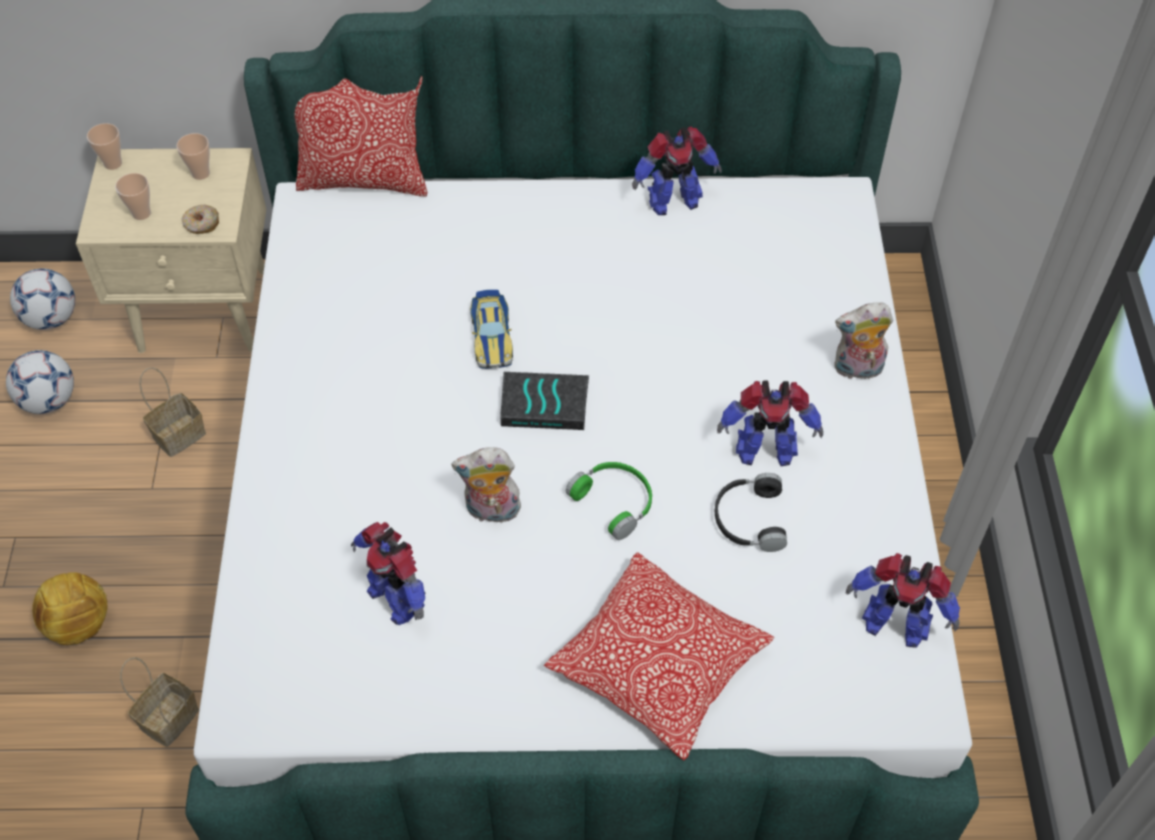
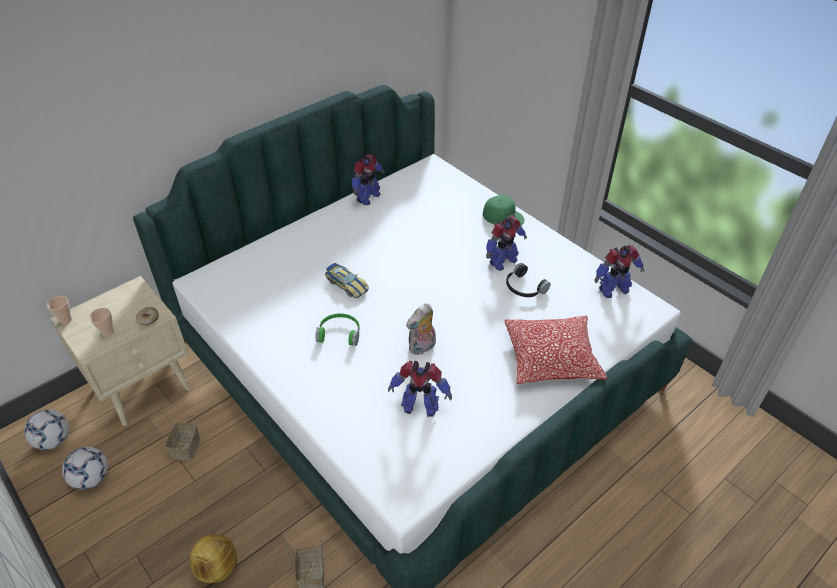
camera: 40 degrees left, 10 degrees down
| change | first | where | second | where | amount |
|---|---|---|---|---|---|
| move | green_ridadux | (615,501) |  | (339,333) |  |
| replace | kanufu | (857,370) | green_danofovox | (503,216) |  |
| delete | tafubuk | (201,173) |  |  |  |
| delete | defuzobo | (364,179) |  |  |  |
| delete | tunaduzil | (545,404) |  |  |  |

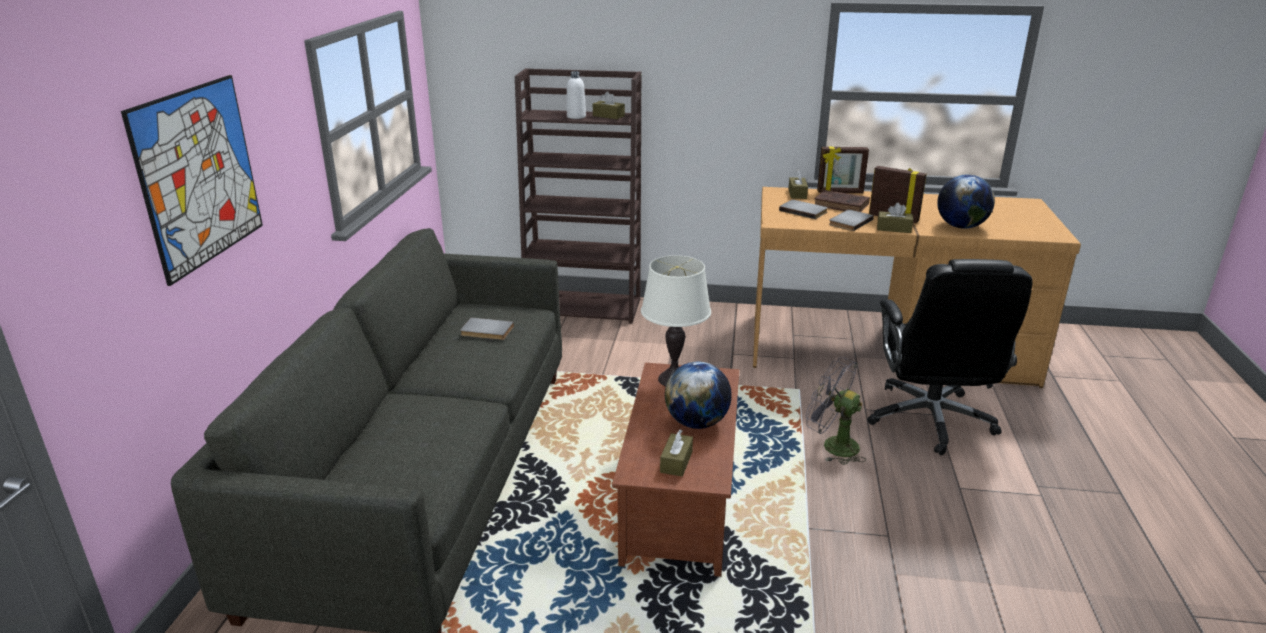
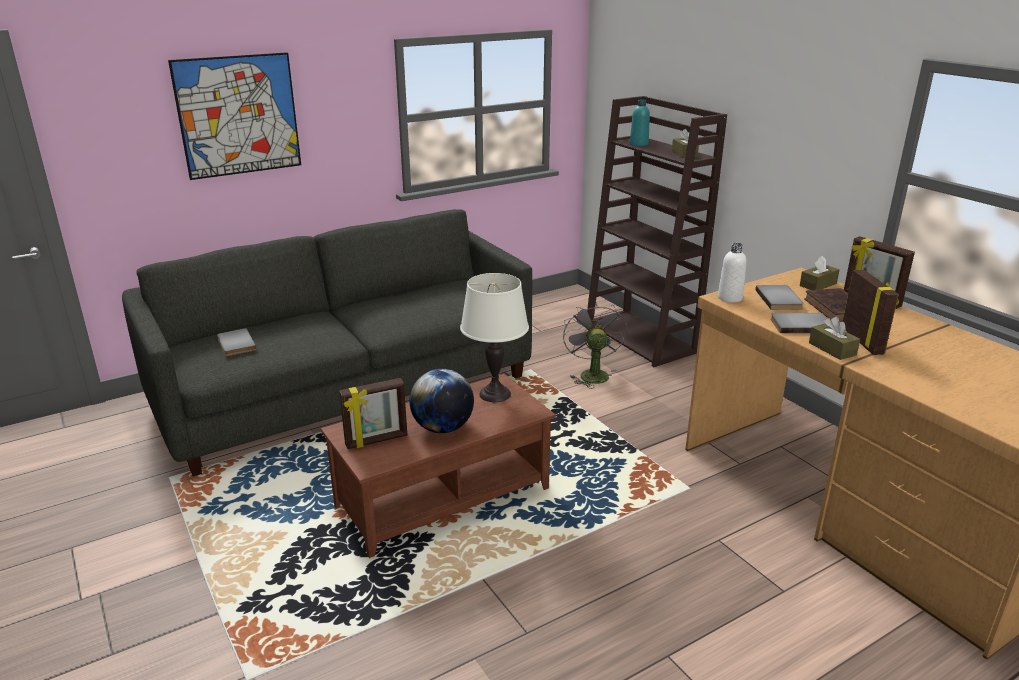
camera: 50 degrees right, 0 degrees up
| change | first | where | second | where | amount |
|---|---|---|---|---|---|
| move | grey_tunaduzil | (486,331) |  | (235,344) |  |
| replace | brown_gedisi | (676,462) | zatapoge | (376,441) |  |
| move | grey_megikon | (832,445) |  | (591,374) |  |
| insert |  |  | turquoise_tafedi | (639,144) |  |
| move | white_tafedi | (576,117) |  | (730,298) |  |
| delete | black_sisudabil | (931,420) |  |  |  |
| delete | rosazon | (961,226) |  |  |  |

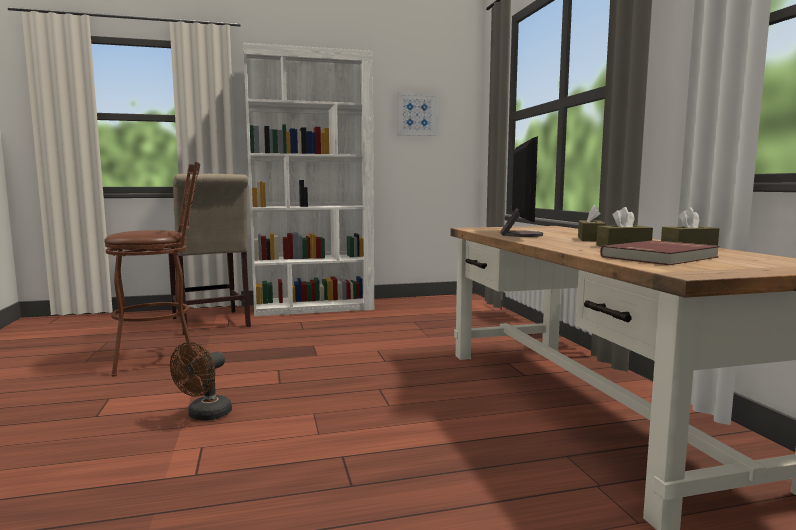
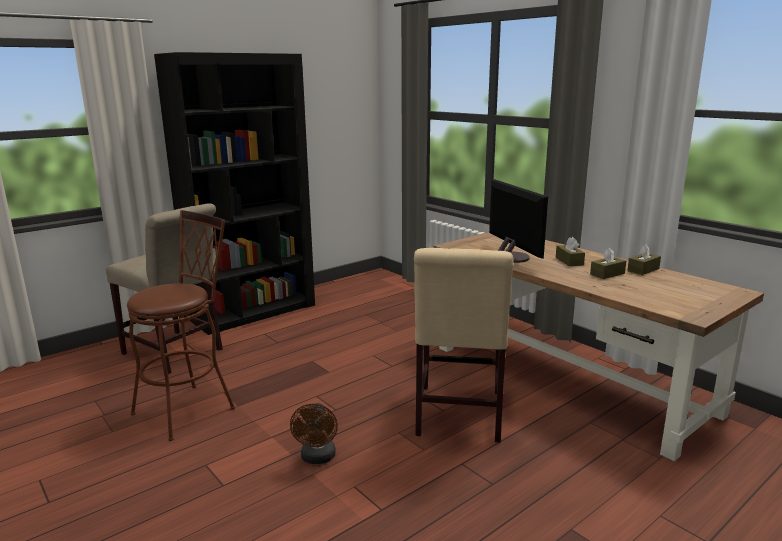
camera: 25 degrees left, 10 degrees up
| change | first | where | second | where | amount |
|---|---|---|---|---|---|
| recolor | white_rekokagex | (313,307) | black_rekokagex | (253,312) |  |
| insert |  |  | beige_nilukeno | (458,416) |  |
| delete | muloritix | (416,114) |  |  |  |
| delete | red_tunaduzil | (661,257) |  |  |  |

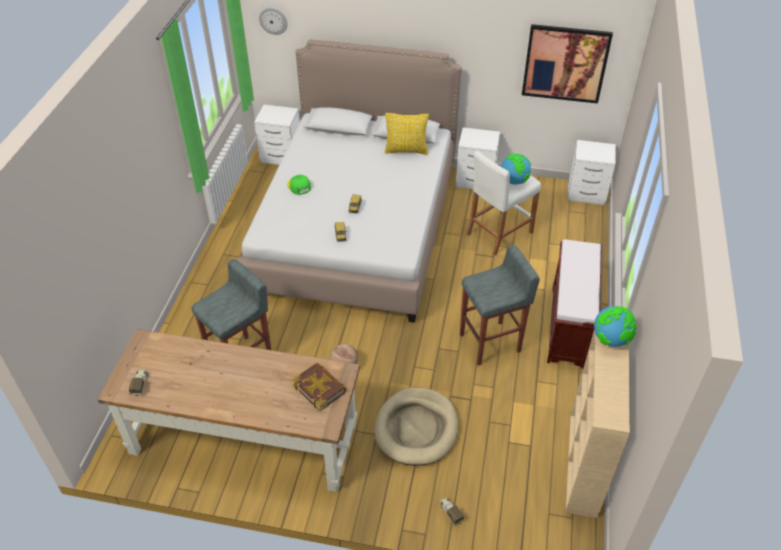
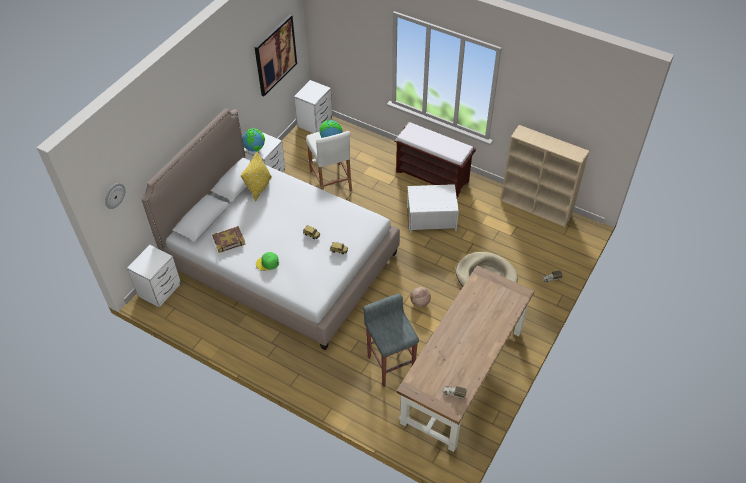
camera: 70 degrees left, 5 degrees up
| change | first | where | second | where | amount |
|---|---|---|---|---|---|
| move | tunaduzil | (319,388) |  | (229,240) |  |
| move | rosazon | (611,340) |  | (255,148) |  |
| replace | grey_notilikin | (491,343) | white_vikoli | (431,218) |  |

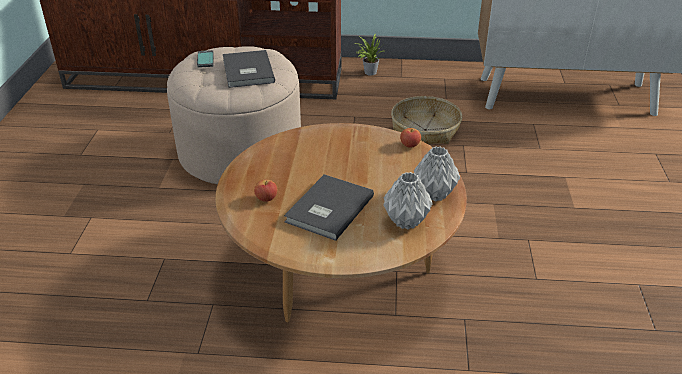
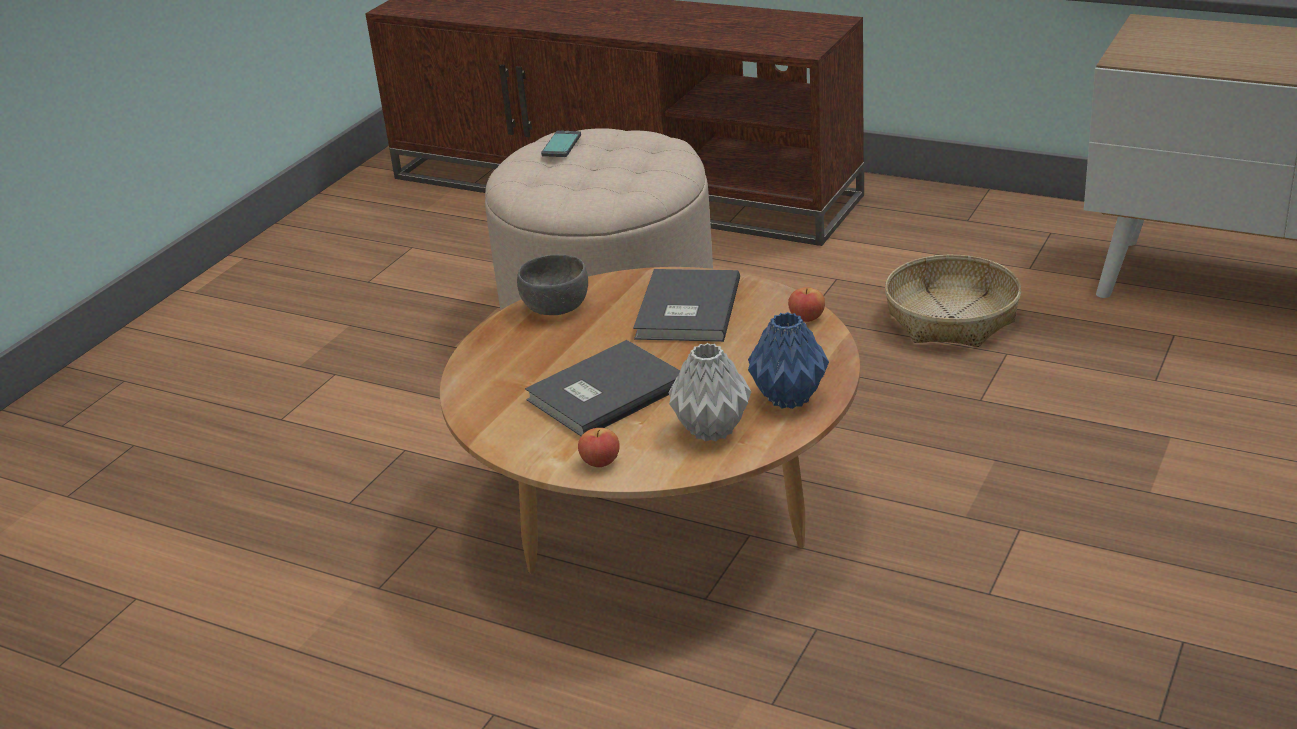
camera: 25 degrees right, 5 degrees down
| change | first | where | second | where | amount |
|---|---|---|---|---|---|
| insert |  |  | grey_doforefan | (556,307) |  |
| move | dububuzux | (266,198) |  | (600,462) |  |
| move | grey_tunaduzil | (246,71) |  | (684,310) |  |
| recolor | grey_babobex | (435,194) | blue_babobex | (790,398) |  |
| delete | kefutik | (368,72) |  |  |  |

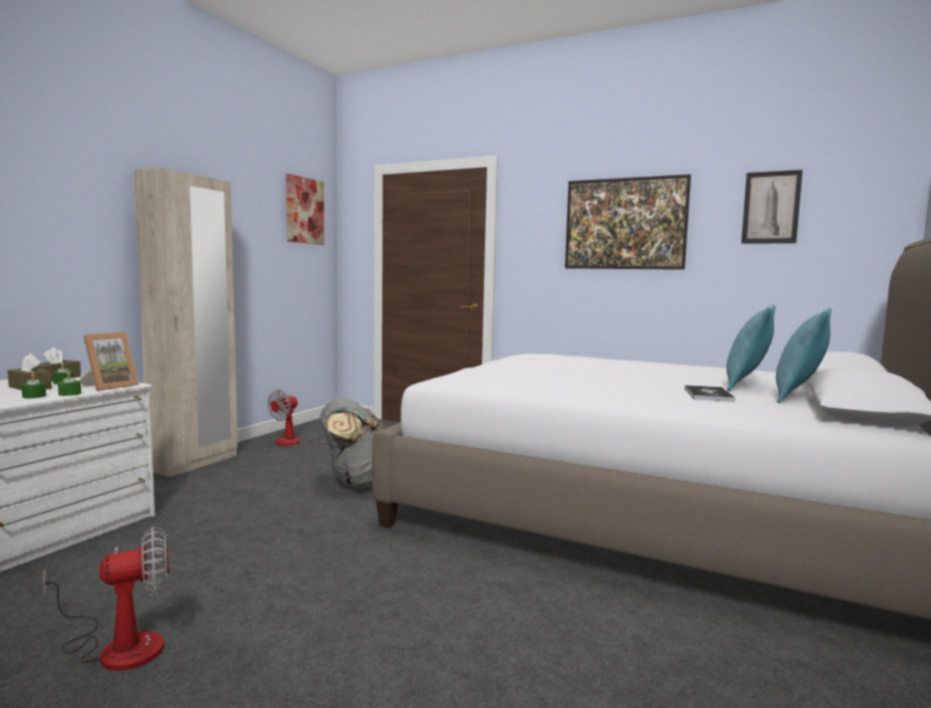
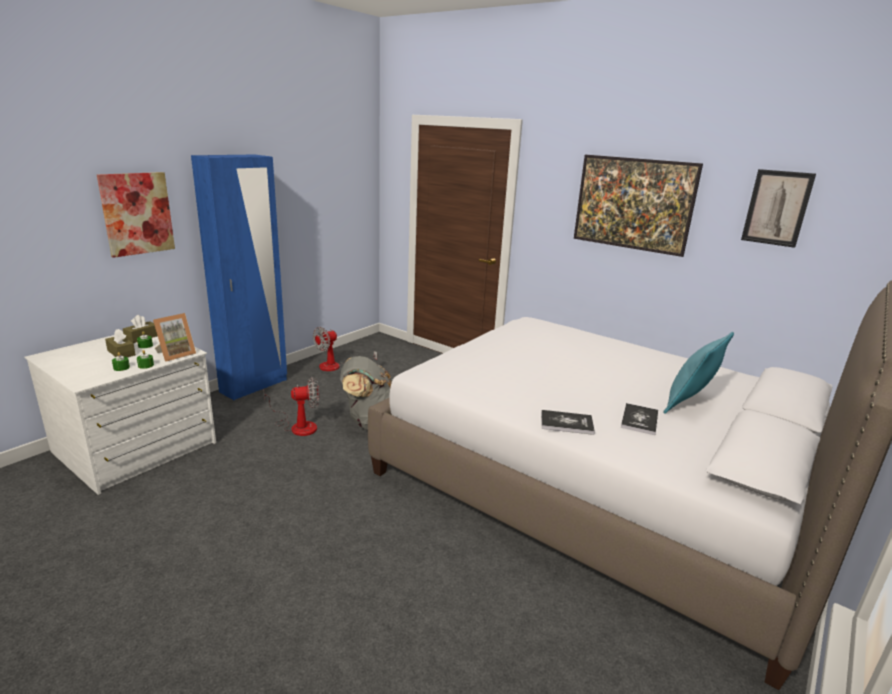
camera: 10 degrees right, 15 degrees up
| change | first | where | second | where | amount |
|---|---|---|---|---|---|
| move | muloritix | (304,210) |  | (137,213) |  |
| recolor | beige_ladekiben | (195,463) | blue_ladekiben | (254,386) |  |
| move | megikon | (118,646) |  | (297,426) |  |
| insert |  |  | tunaduzil | (566,423) |  |
| delete | turquoise_defuzobo | (798,397) |  |  |  |

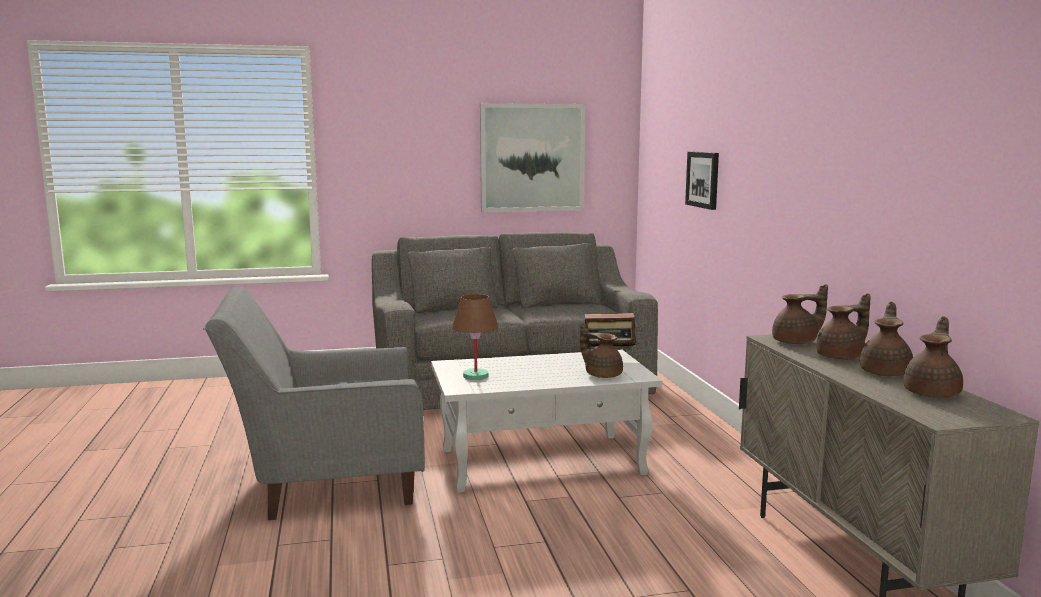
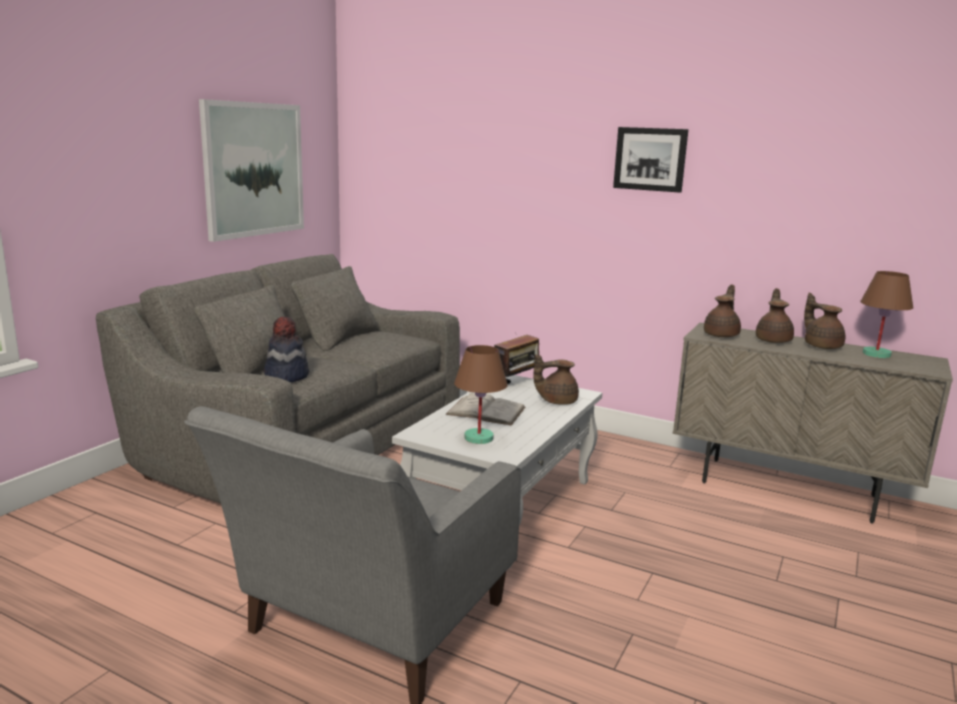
camera: 50 degrees left, 5 degrees up
| change | first | where | second | where | amount |
|---|---|---|---|---|---|
| insert |  |  | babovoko | (286,376) |  |
| insert |  |  | white_tunaduzil | (486,411) |  |
| move | muloritix | (703,179) |  | (650,159) |  |
| replace | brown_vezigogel | (932,393) | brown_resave | (877,354) |  |

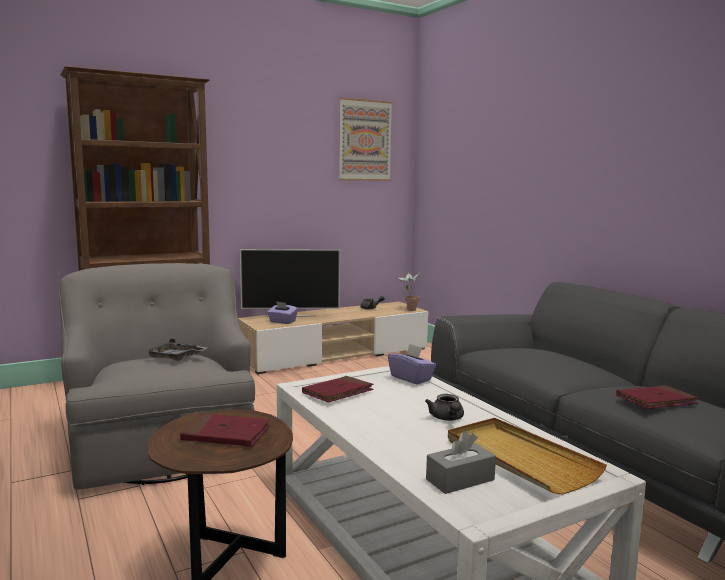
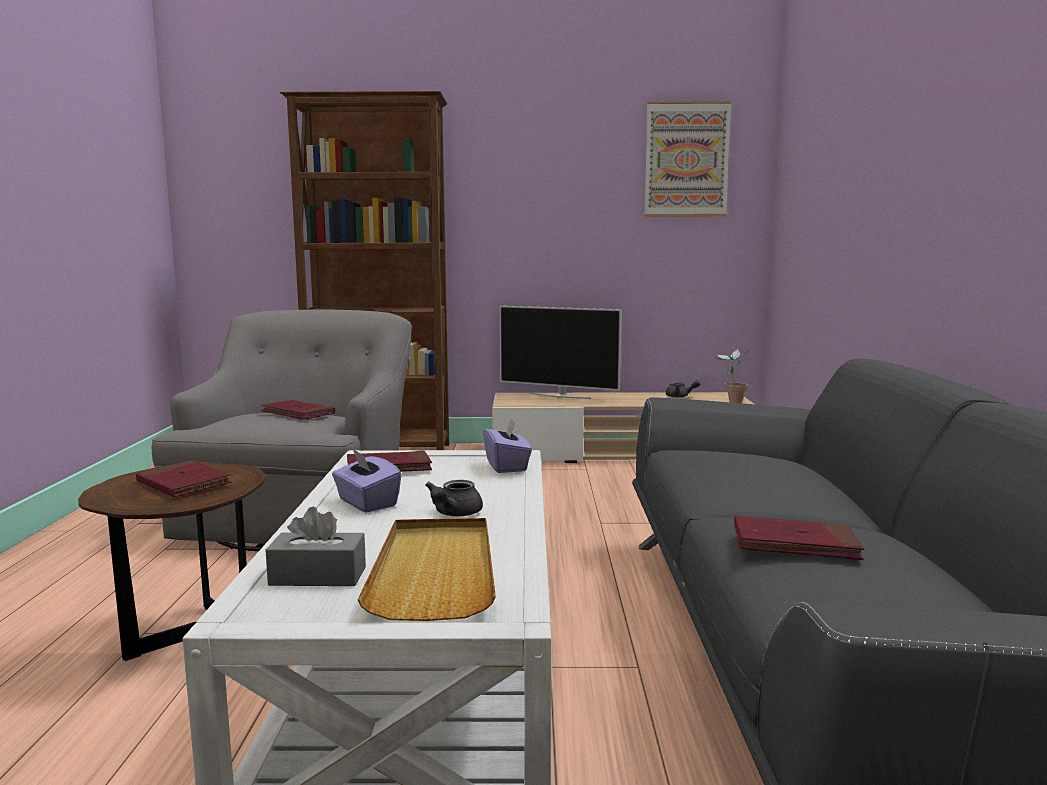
camera: 30 degrees right, 0 degrees up
| change | first | where | second | where | amount |
|---|---|---|---|---|---|
| replace | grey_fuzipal | (176,358) | red_tunaduzil | (298,413) |  |
| move | purple_gedisi | (282,322) |  | (366,503) |  |

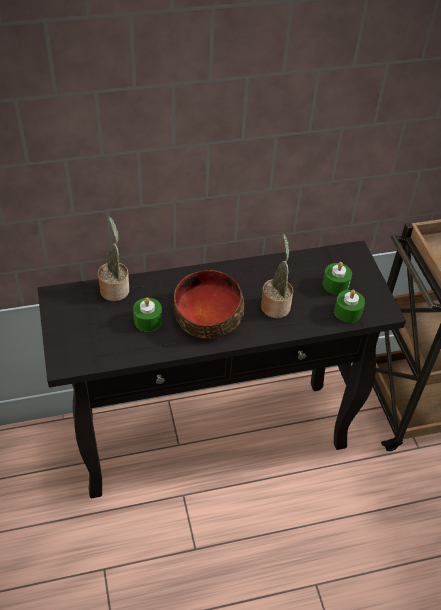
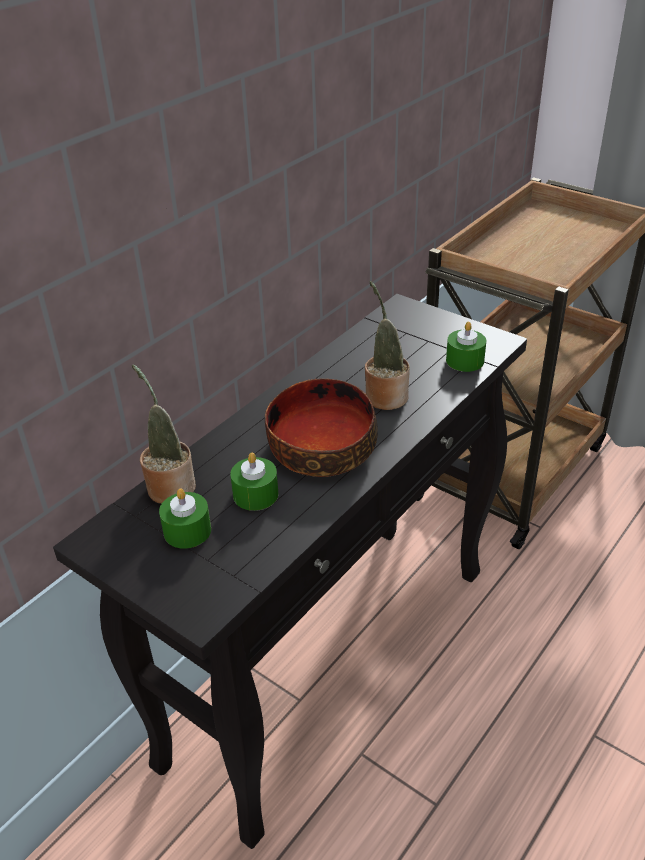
camera: 35 degrees left, 10 degrees down
| change | first | where | second | where | amount |
|---|---|---|---|---|---|
| move | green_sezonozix | (335,284) |  | (187,531) |  |

